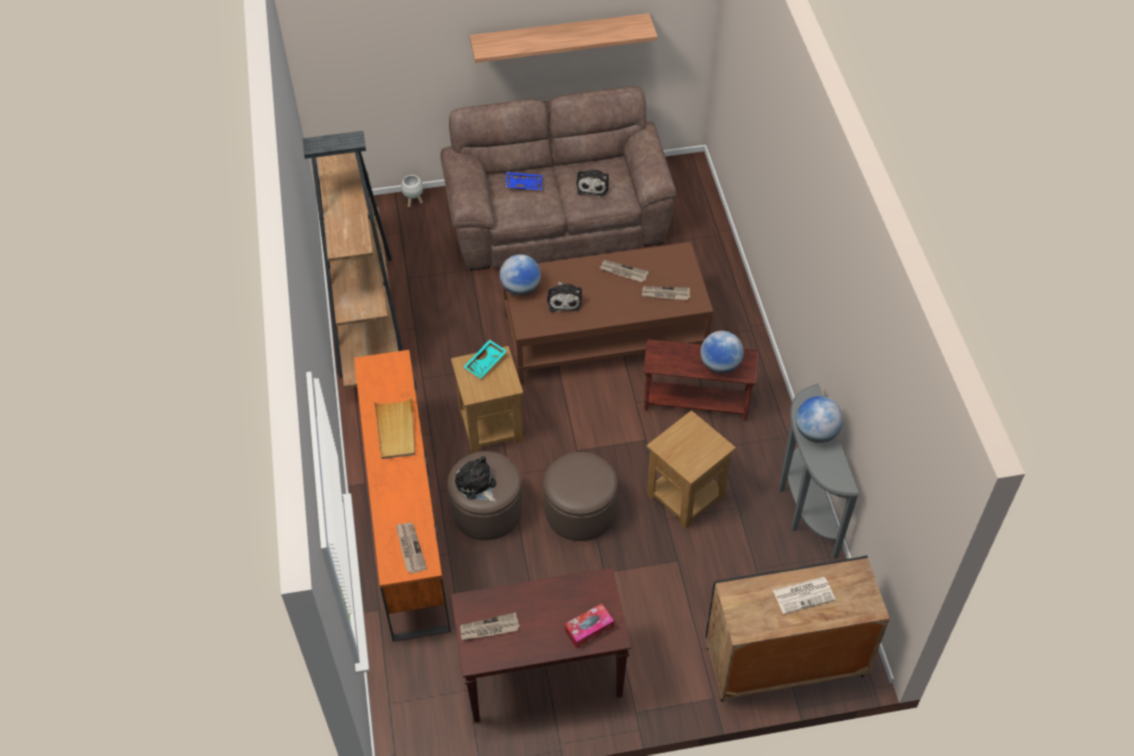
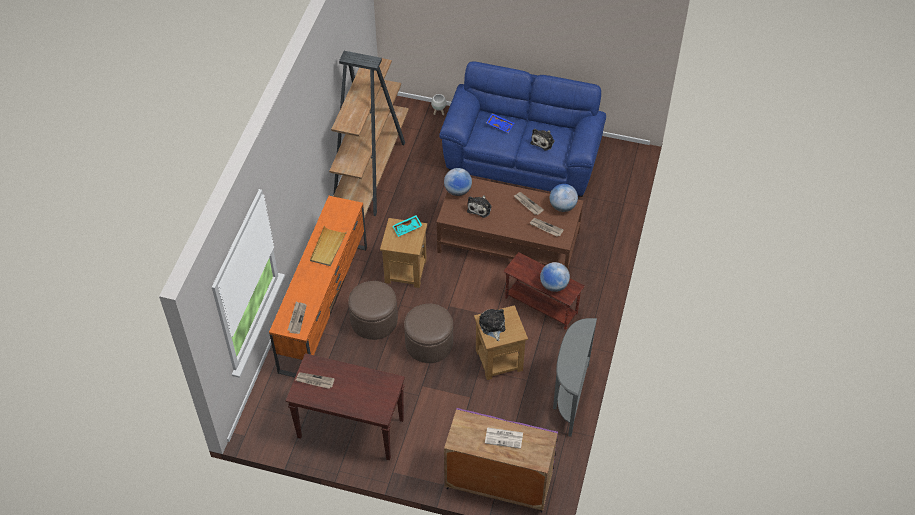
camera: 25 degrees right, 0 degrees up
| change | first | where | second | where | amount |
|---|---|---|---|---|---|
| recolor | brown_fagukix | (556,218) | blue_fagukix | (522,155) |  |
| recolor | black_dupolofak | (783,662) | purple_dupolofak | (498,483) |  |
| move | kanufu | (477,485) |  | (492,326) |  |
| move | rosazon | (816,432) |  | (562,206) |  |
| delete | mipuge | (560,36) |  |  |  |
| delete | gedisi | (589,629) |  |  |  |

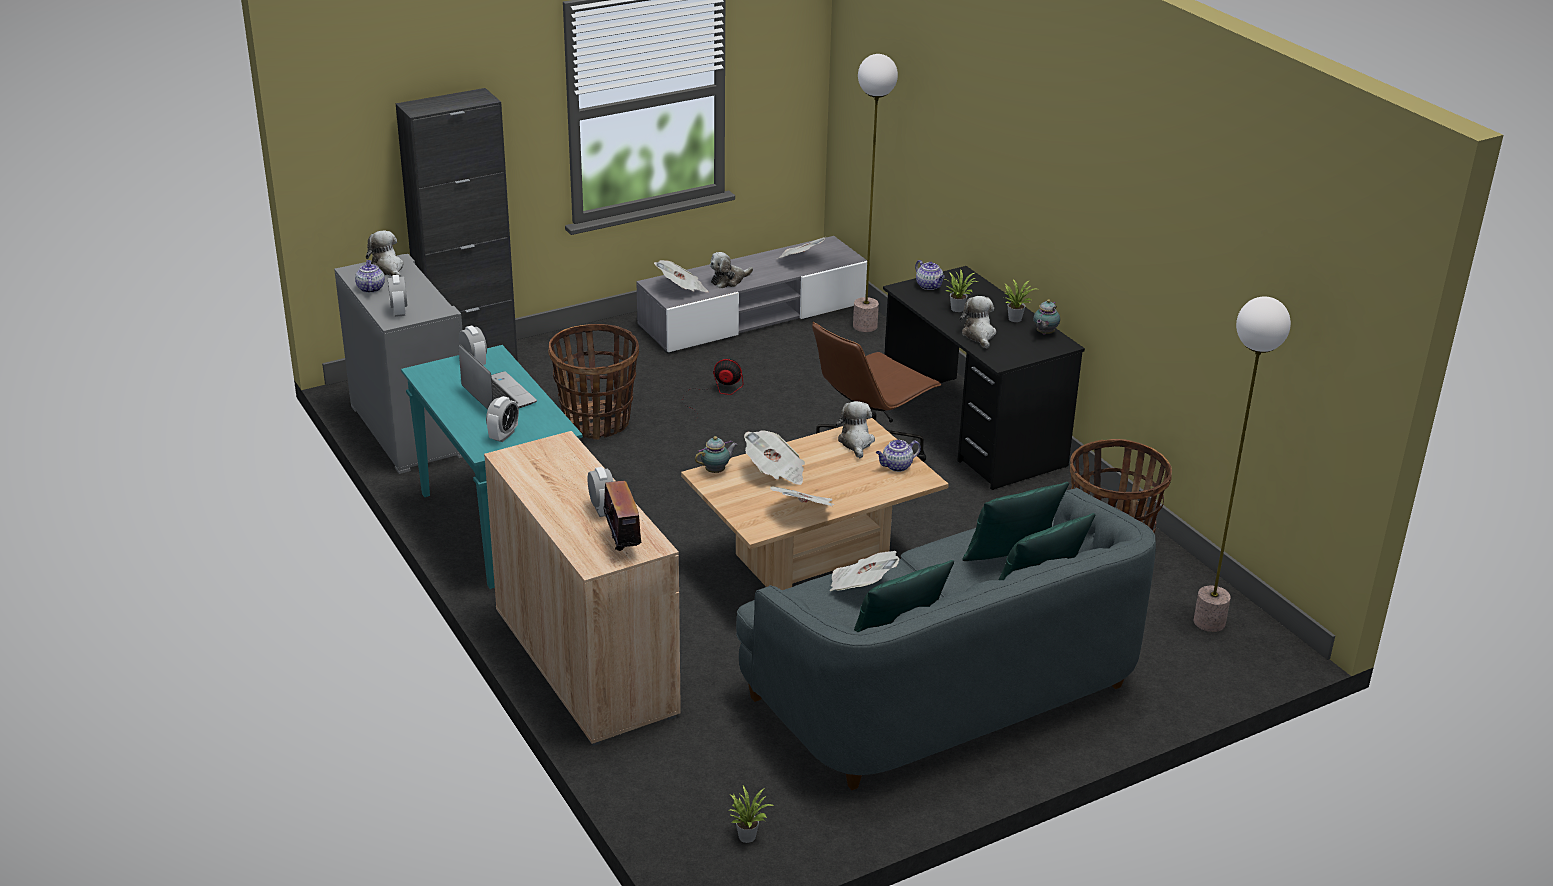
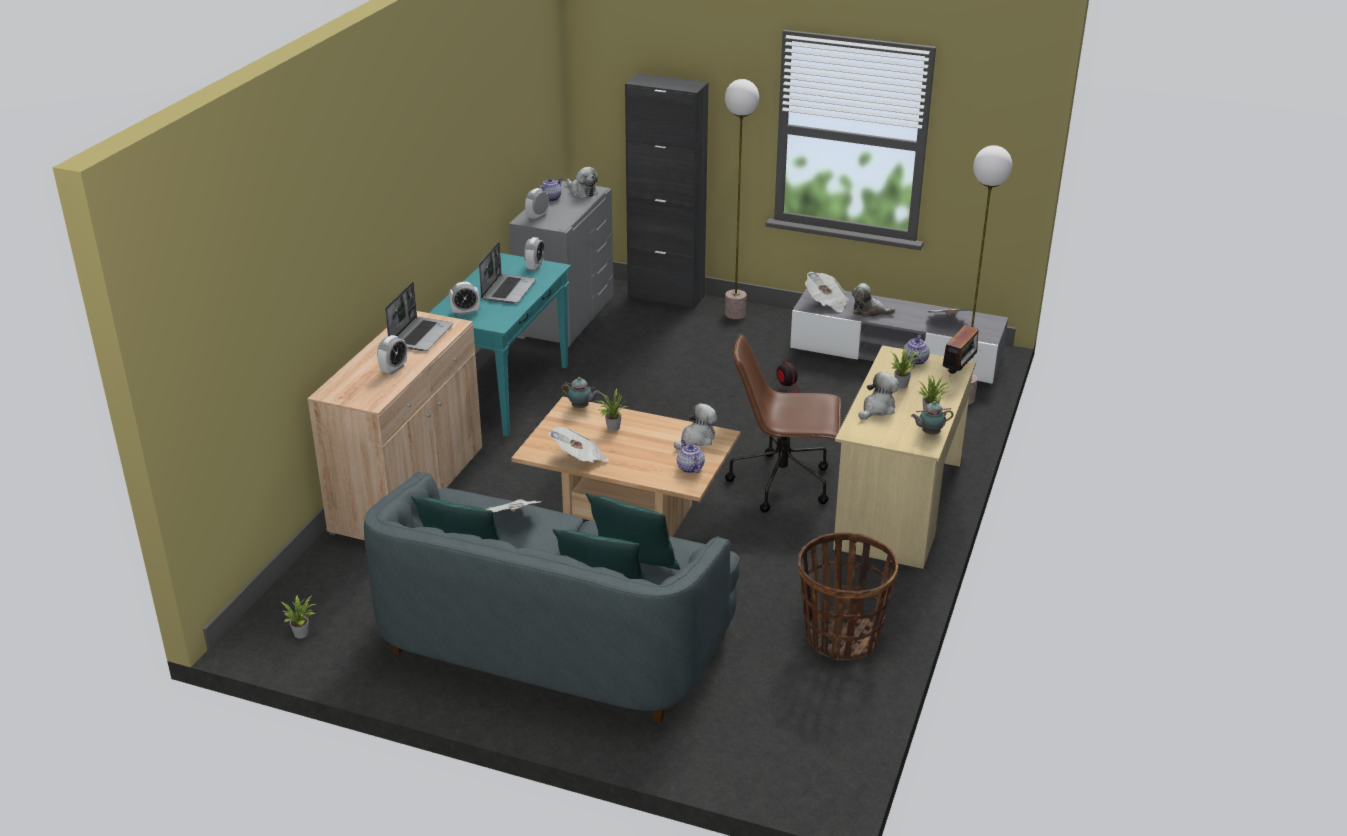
camera: 50 degrees right, 0 degrees up
| change | first | where | second | where | amount |
|---|---|---|---|---|---|
| insert |  |  | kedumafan | (421,335) |  |
| rotate | kanufu | (388,269) |  | (582,192) | 120 degrees clockwise |
| replace | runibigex | (775,472) | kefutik | (611,427) |  |
| rotate | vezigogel | (896,466) |  | (689,468) | 45 degrees clockwise |
| move | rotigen | (1210,622) |  | (735,314) |  |
| recolor | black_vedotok | (972,432) | beige_vedotok | (898,506) |  |
| move | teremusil | (623,543) |  | (959,371) |  |
| delete | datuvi | (597,422) |  |  |  |

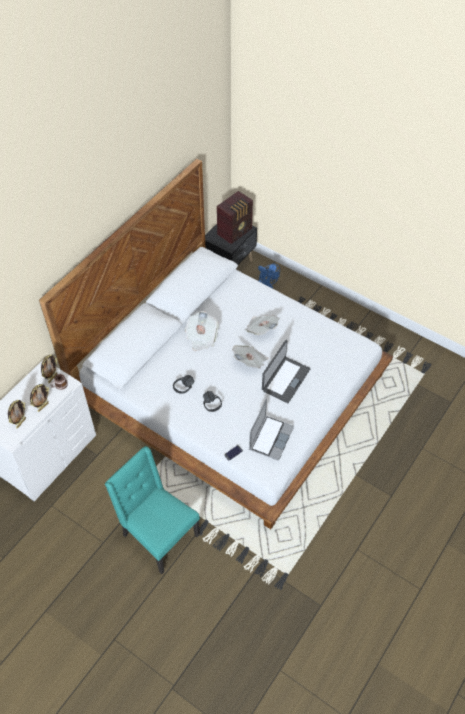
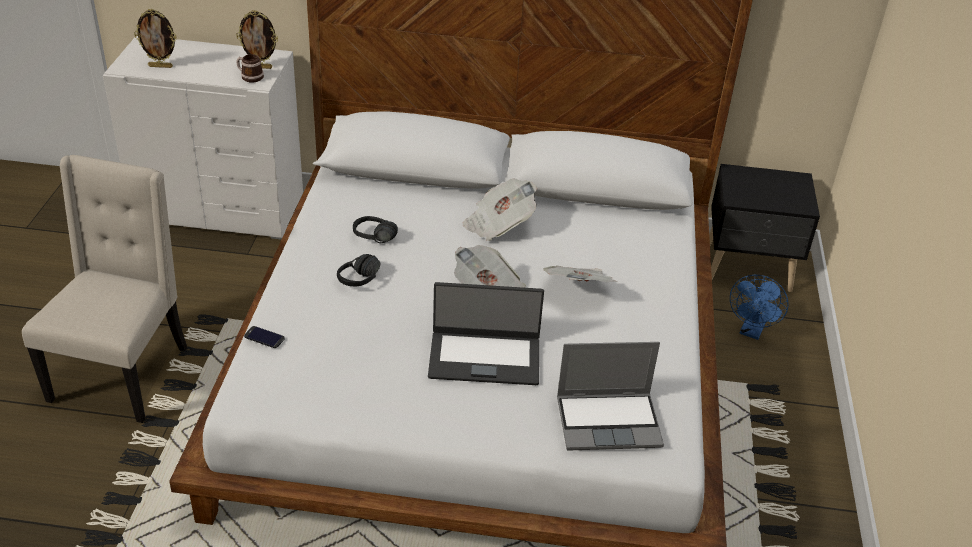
camera: 60 degrees right, 15 degrees down
| change | first | where | second | where | amount |
|---|---|---|---|---|---|
| recolor | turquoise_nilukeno | (158,535) | beige_nilukeno | (122,373) |  |
| move | kedumafan | (270,437) |  | (609,421) |  |
| delete | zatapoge | (43,406) |  |  |  |
| delete | teremusil | (235,231) |  |  |  |

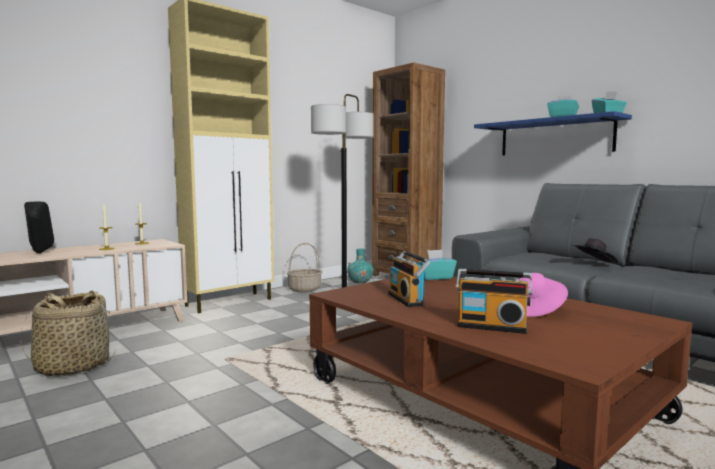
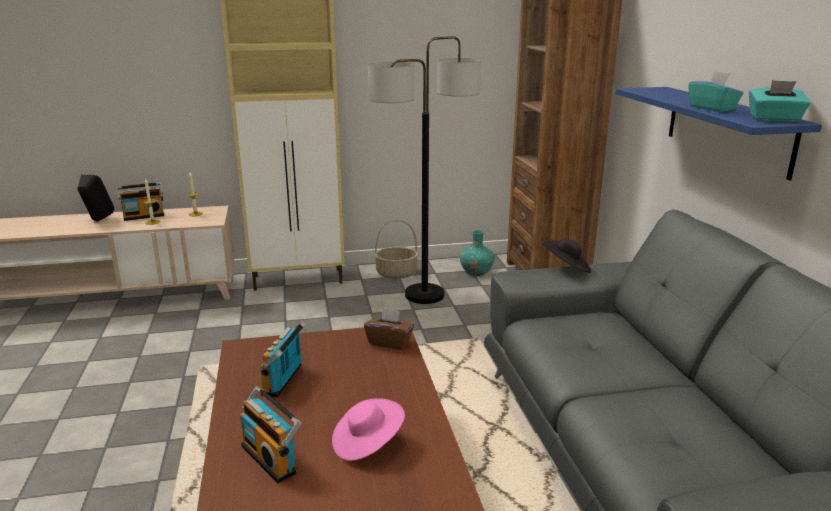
camera: 30 degrees right, 15 degrees up
| change | first | where | second | where | amount |
|---|---|---|---|---|---|
| insert |  |  | teremusil | (144,216) |  |
| recolor | turquoise_gedisi | (435,277) | brown_gedisi | (389,342) |  |
| move | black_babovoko | (593,264) |  | (566,268) |  |
| delete | datuvi | (72,367) |  |  |  |

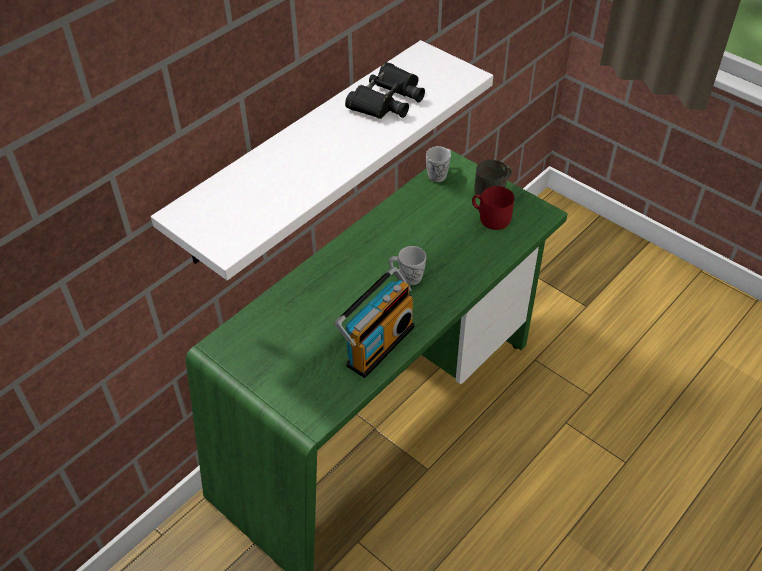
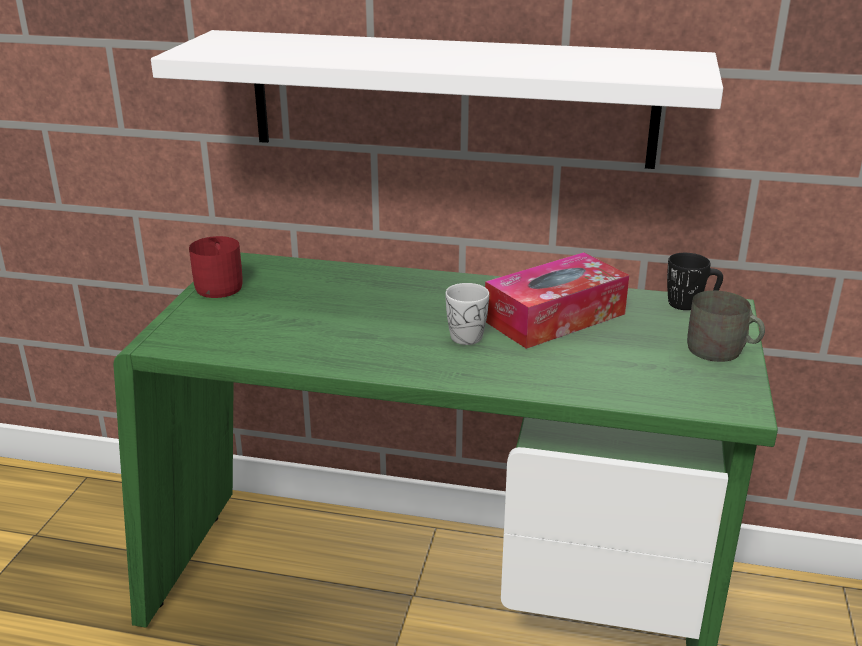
camera: 60 degrees right, 20 degrees down
| change | first | where | second | where | amount |
|---|---|---|---|---|---|
| move | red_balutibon | (490,217) |  | (221,284) |  |
| insert |  |  | gedisi | (555,317) |  |
| recolor | white_balutibon | (439,174) | black_balutibon | (690,304) |  |
| delete | teremusil | (377,344) |  |  |  |
| delete | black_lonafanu | (387,99) |  |  |  |

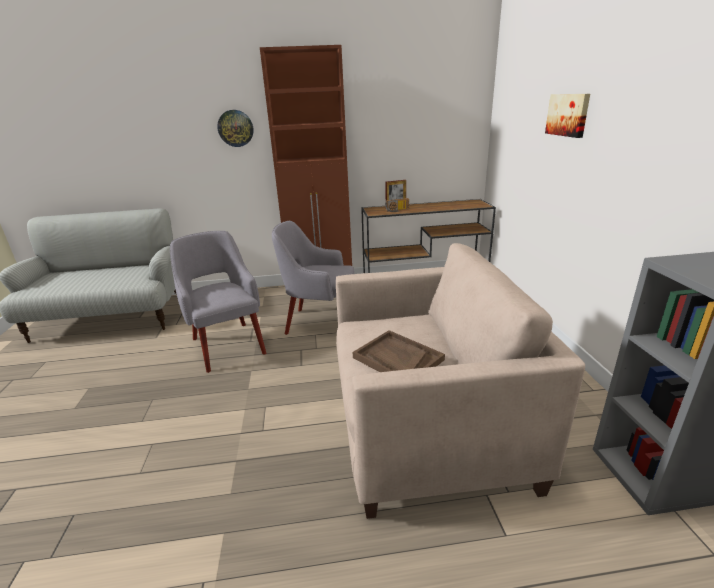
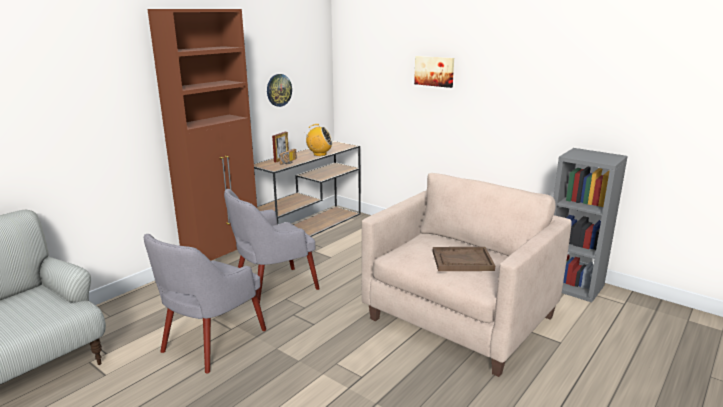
camera: 45 degrees left, 5 degrees down
| change | first | where | second | where | amount |
|---|---|---|---|---|---|
| rotate | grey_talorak | (227,344) |  | (212,342) | 75 degrees counterclockwise |
| move | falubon | (235,128) |  | (278,90) |  |
| insert |  |  | teremusil | (319,154) |  |

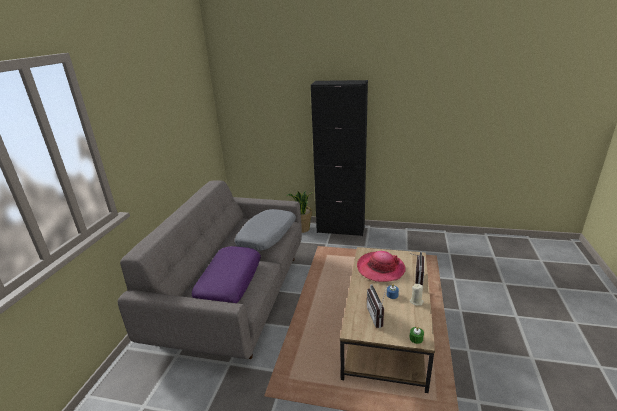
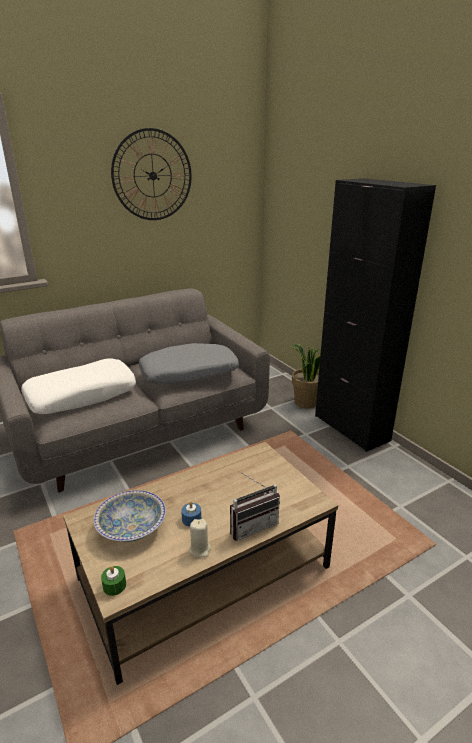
camera: 45 degrees right, 0 degrees up
| change | first | where | second | where | amount |
|---|---|---|---|---|---|
| recolor | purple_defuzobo | (229,282) | white_defuzobo | (82,395) |  |
| replace | teremusil | (378,316) | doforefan | (131,528) |  |
| insert |  |  | falubon | (152,175) |  |
| delete | babovoko | (380,268) |  |  |  |

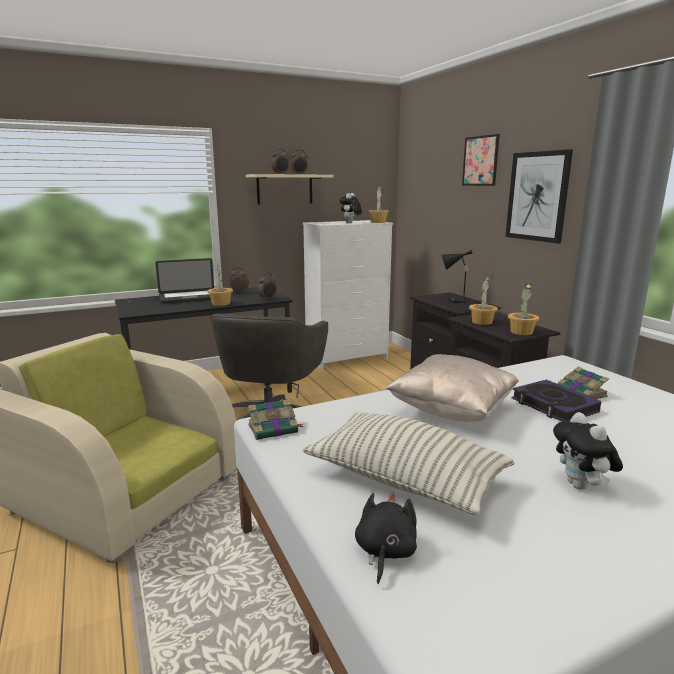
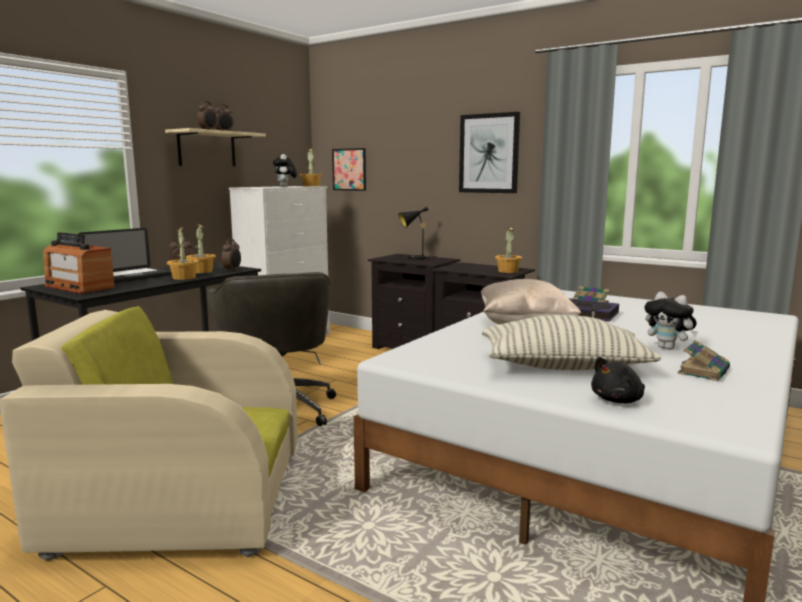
camera: 30 degrees left, 5 degrees down
| change | first | where | second | where | amount |
|---|---|---|---|---|---|
| insert |  |  | teremusil | (79,287) |  |
| move | kefutik | (481,322) |  | (201,271) |  |
| move | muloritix | (480,161) |  | (349,169) |  |
| rotate | black_kanufu | (385,552) |  | (618,400) | 105 degrees counterclockwise |
| move | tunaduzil | (274,429) |  | (703,371) |  |

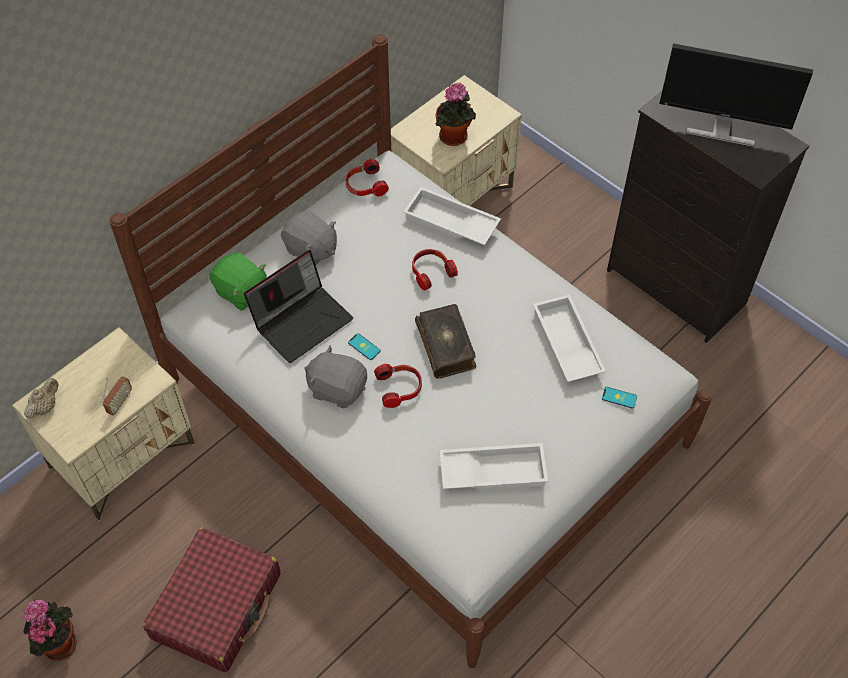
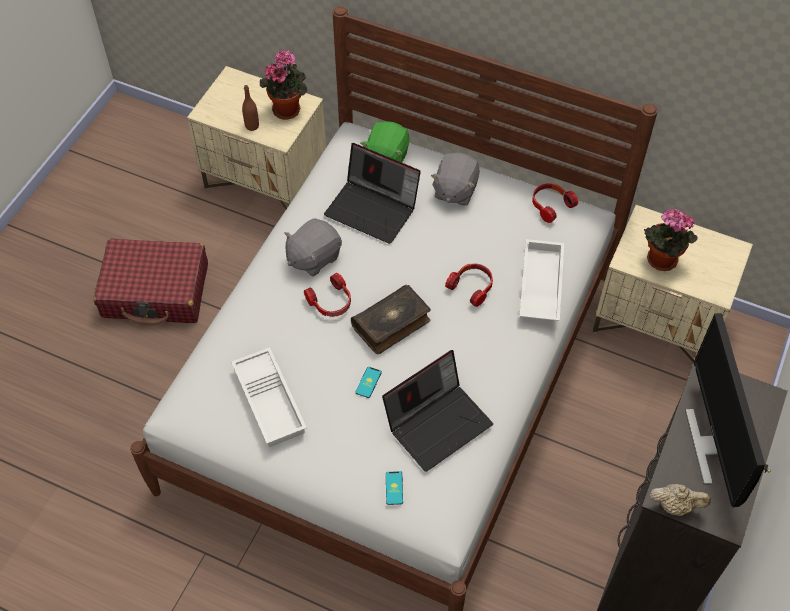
camera: 70 degrees right, 0 degrees up
| change | first | where | second | where | amount |
|---|---|---|---|---|---|
| replace | teremusil | (120,402) | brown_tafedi | (252,126) |  |
| move | kefutik | (58,642) |  | (288,108) |  |
| rotate | grey_kanufu | (337,388) |  | (313,257) | 135 degrees counterclockwise |
| move | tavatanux | (364,347) |  | (368,382) |  |
| replace | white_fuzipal | (565,343) | kedumafan | (438,422) |  |
| move | beige_vezigogel | (45,407) |  | (675,505) |  |

